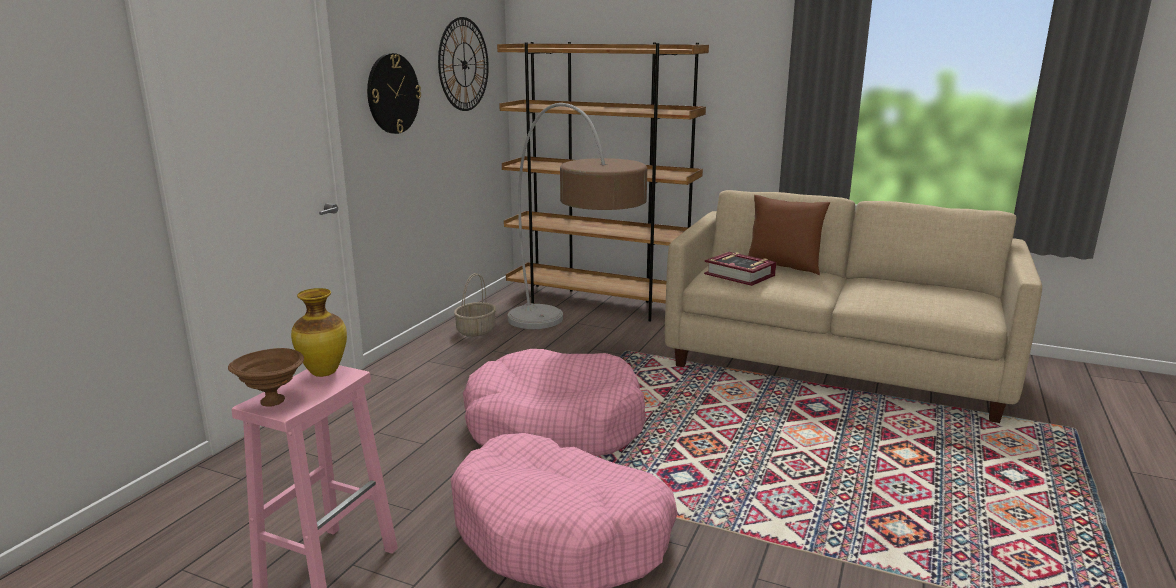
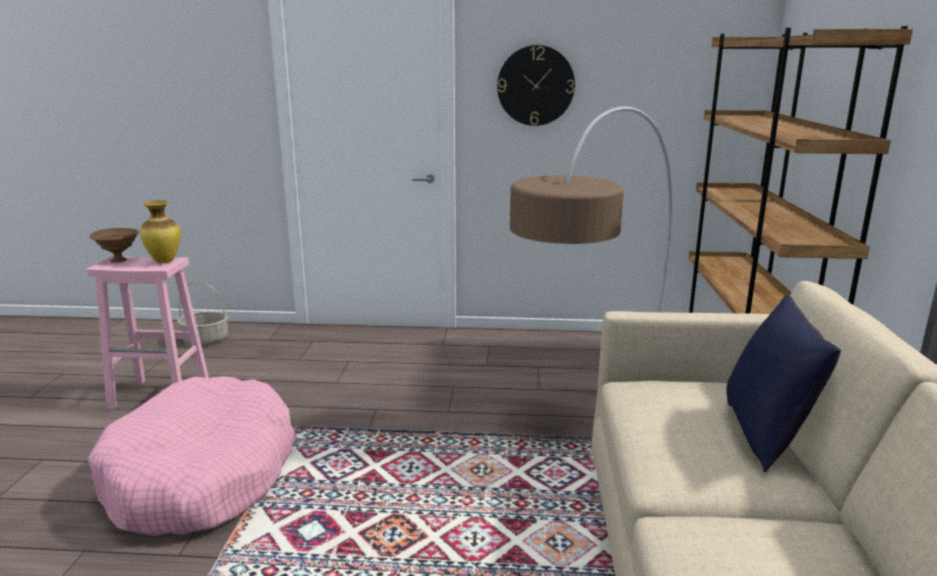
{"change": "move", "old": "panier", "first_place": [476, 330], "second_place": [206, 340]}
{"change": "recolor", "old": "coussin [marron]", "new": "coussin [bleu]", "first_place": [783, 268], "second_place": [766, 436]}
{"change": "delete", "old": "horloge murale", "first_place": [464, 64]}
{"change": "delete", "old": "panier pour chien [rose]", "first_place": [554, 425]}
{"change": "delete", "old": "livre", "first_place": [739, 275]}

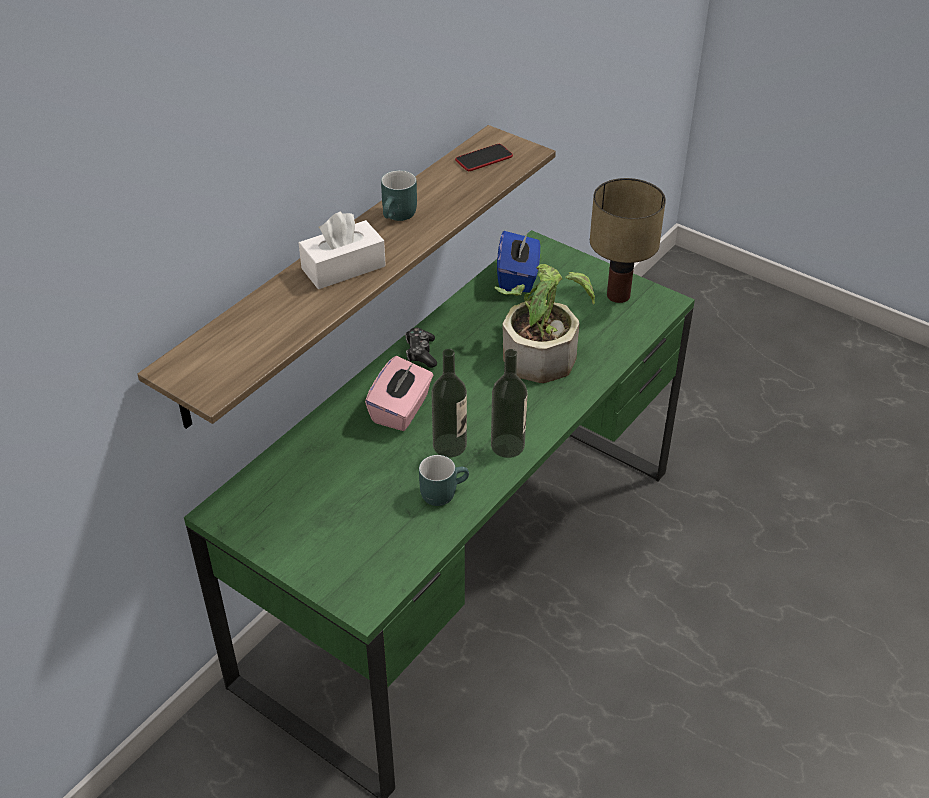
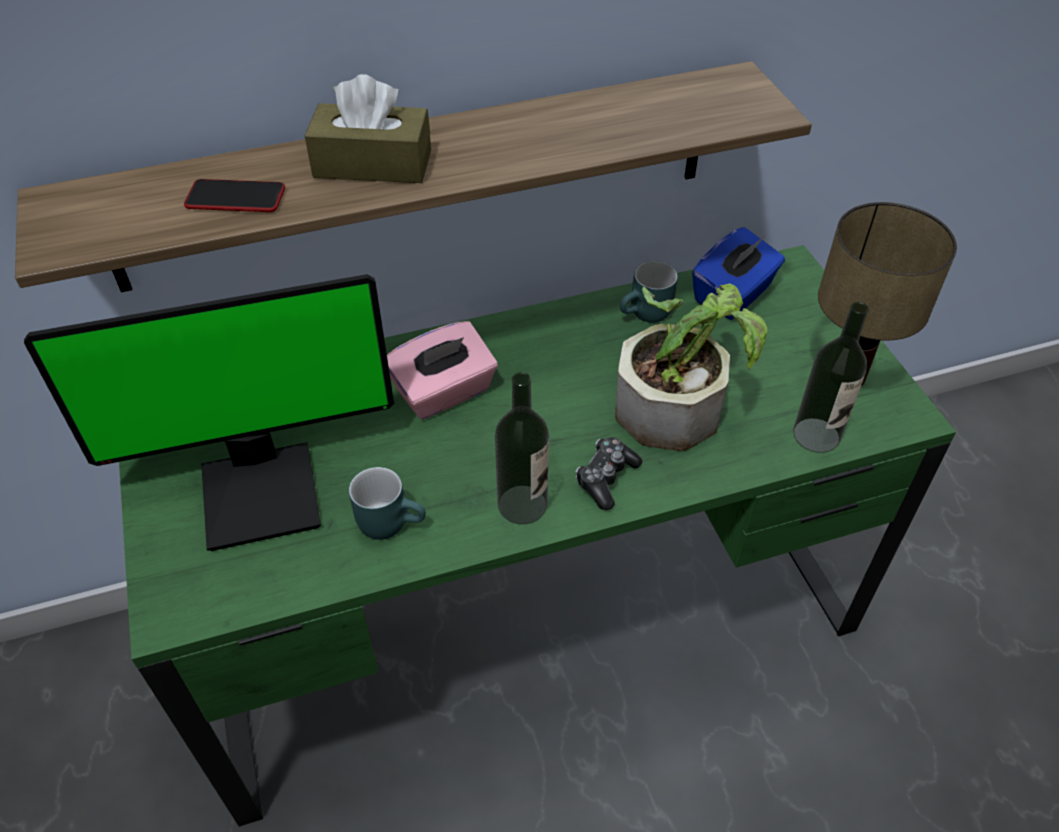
{"change": "insert", "new": "écran d'ordinateur", "second_place": [262, 491]}
{"change": "move", "old": "téléphone", "first_place": [484, 158], "second_place": [235, 198]}
{"change": "recolor", "old": "boîte à mouchoirs [blanc]", "new": "boîte à mouchoirs [marron]", "first_place": [343, 267], "second_place": [372, 164]}
{"change": "move", "old": "manette", "first_place": [421, 353], "second_place": [606, 478]}
{"change": "move", "old": "mug [turquoise]", "first_place": [399, 216], "second_place": [647, 315]}
{"change": "move", "old": "bouteille", "first_place": [449, 445], "second_place": [816, 435]}

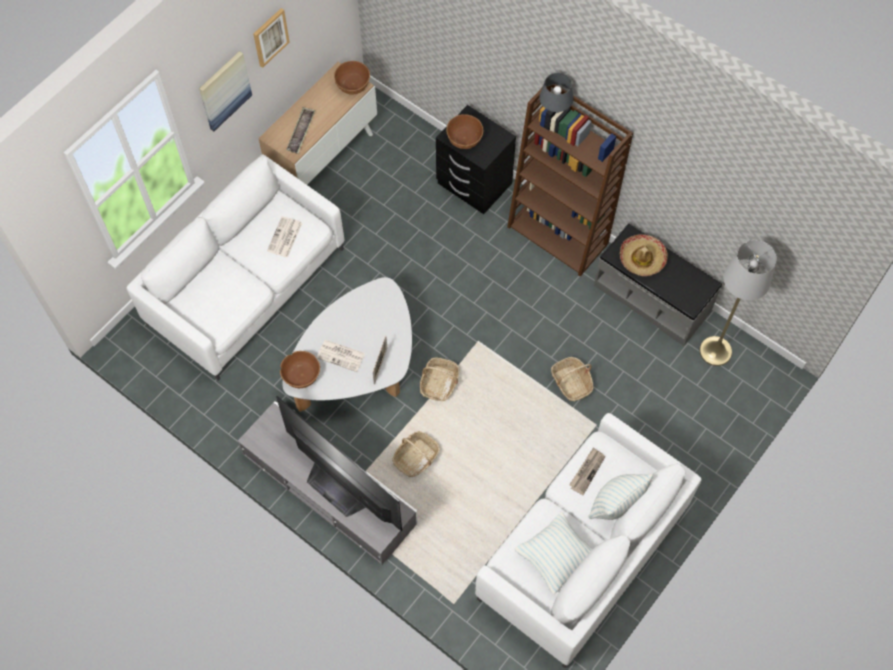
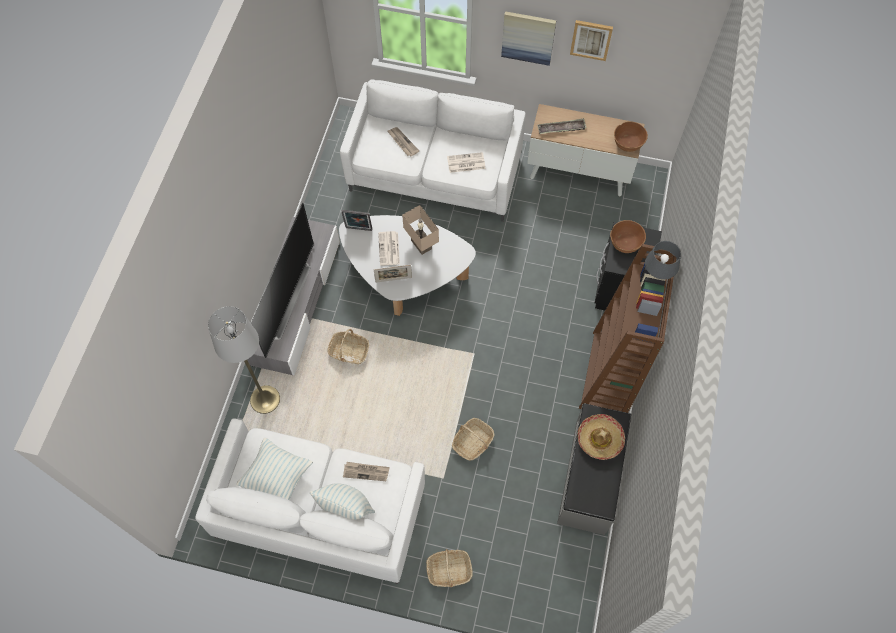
{"change": "move", "old": "lampadaire [gris]", "first_place": [715, 351], "second_place": [265, 399]}
{"change": "replace", "old": "bol [marron]", "new": "cadre photo", "first_place": [301, 376], "second_place": [358, 230]}
{"change": "insert", "new": "journal", "second_place": [402, 142]}
{"change": "insert", "new": "lampe de table [beige]", "second_place": [422, 244]}
{"change": "move", "old": "panier", "first_place": [439, 383], "second_place": [449, 570]}

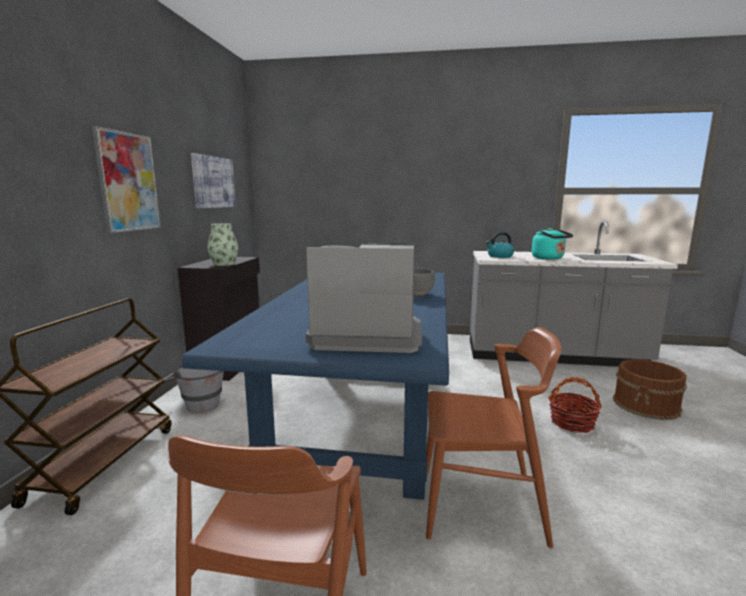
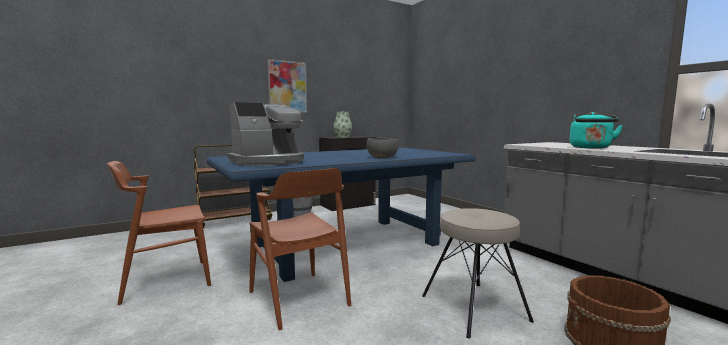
{"change": "rotate", "old": "machine à café", "first_place": [365, 336], "second_place": [269, 162], "degrees": 90}
{"change": "replace", "old": "panier", "new": "tabouret [beige]", "first_place": [572, 423], "second_place": [474, 307]}
{"change": "delete", "old": "tableau", "first_place": [213, 182]}
{"change": "delete", "old": "bouilloire", "first_place": [499, 256]}

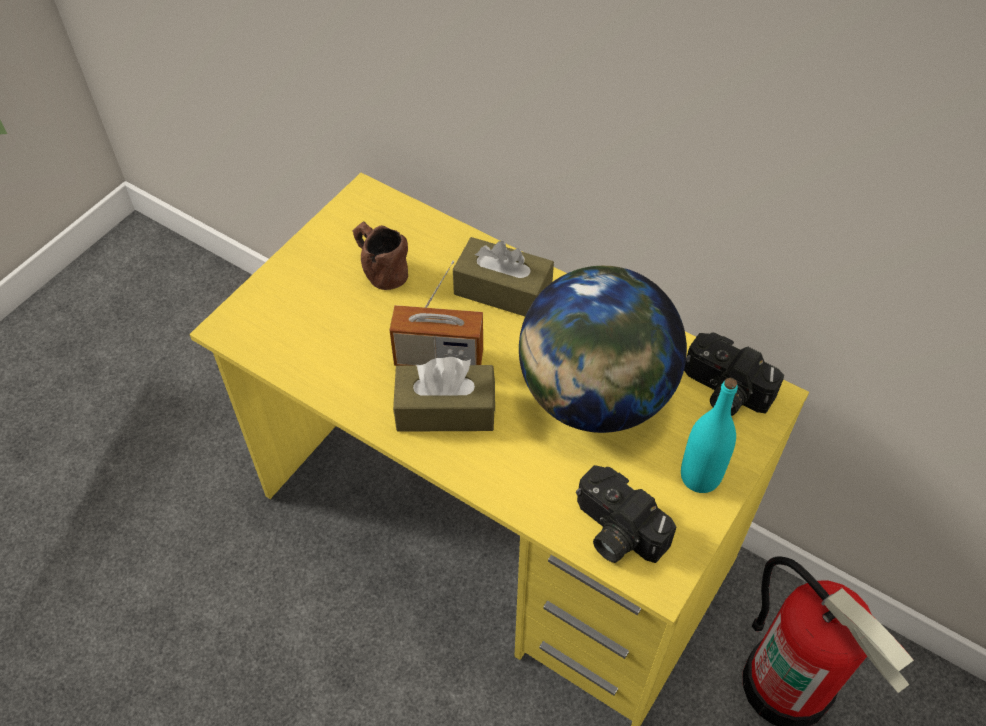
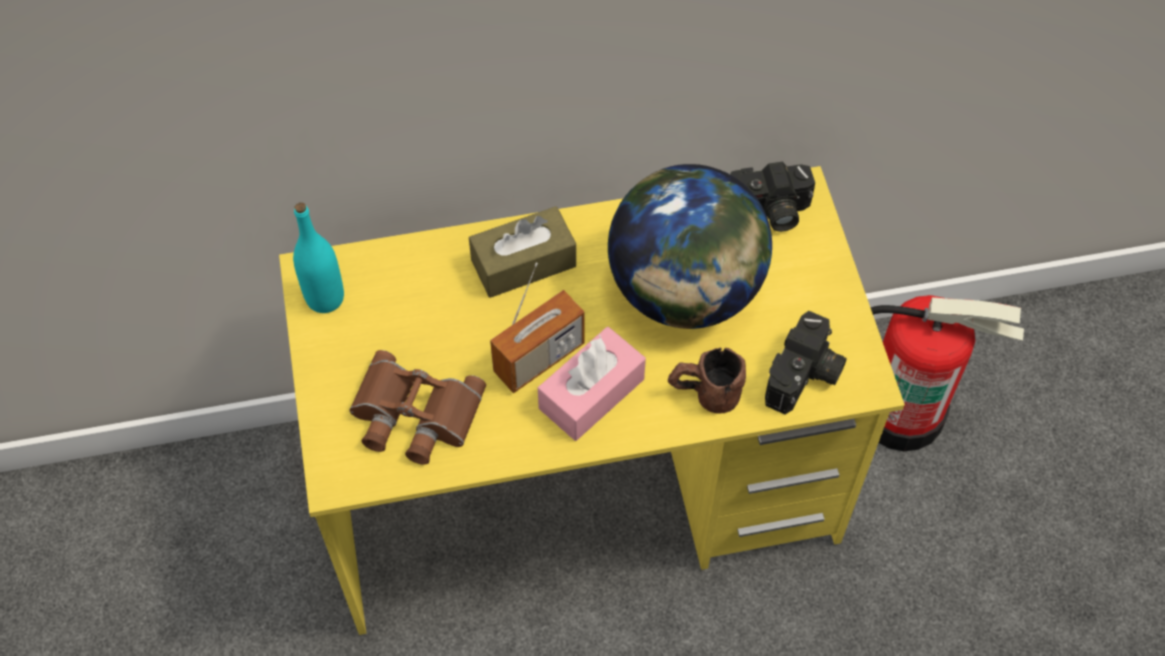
{"change": "move", "old": "bouteille [turquoise]", "first_place": [700, 476], "second_place": [325, 298]}
{"change": "insert", "new": "jumelles [marron]", "second_place": [413, 415]}
{"change": "recolor", "old": "boîte à mouchoirs [marron]", "new": "boîte à mouchoirs [rose]", "first_place": [445, 410], "second_place": [591, 393]}
{"change": "move", "old": "mug [marron]", "first_place": [379, 269], "second_place": [704, 395]}
{"change": "rotate", "old": "appareil photo", "first_place": [614, 531], "second_place": [805, 377], "degrees": -60}

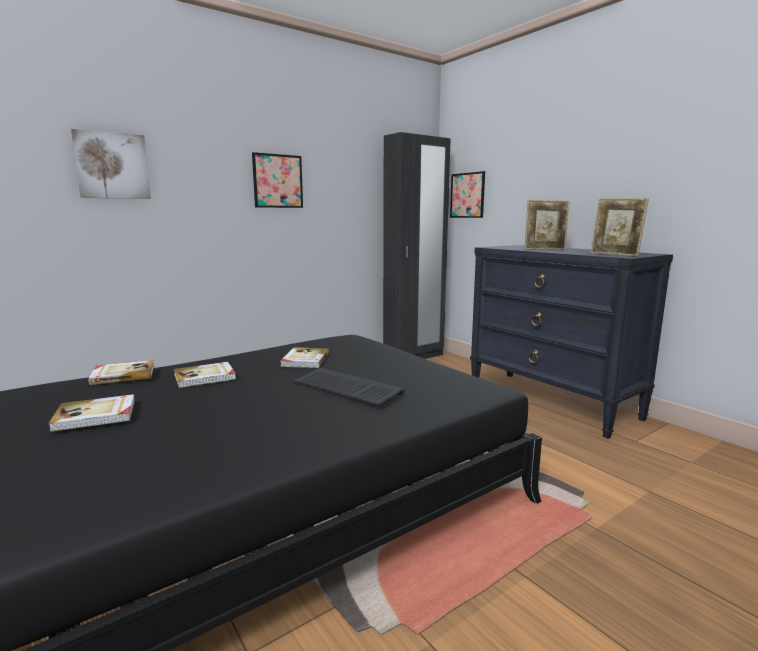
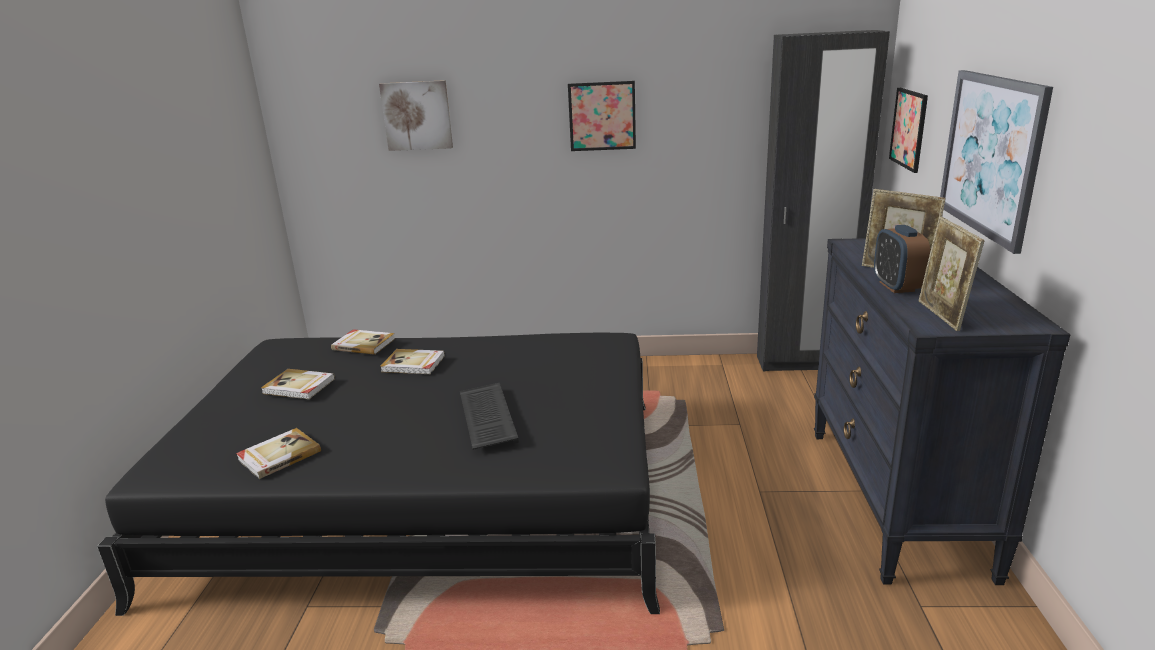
{"change": "move", "old": "livre", "first_place": [304, 360], "second_place": [278, 455]}
{"change": "insert", "new": "réveil", "second_place": [896, 286]}
{"change": "insert", "new": "tableau", "second_place": [991, 155]}

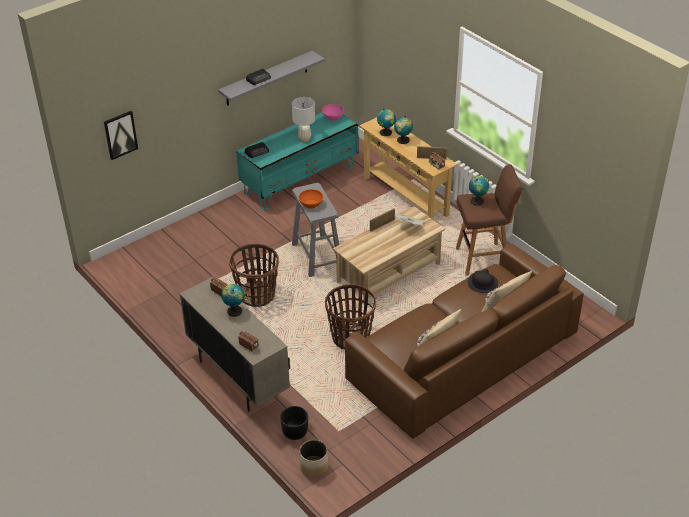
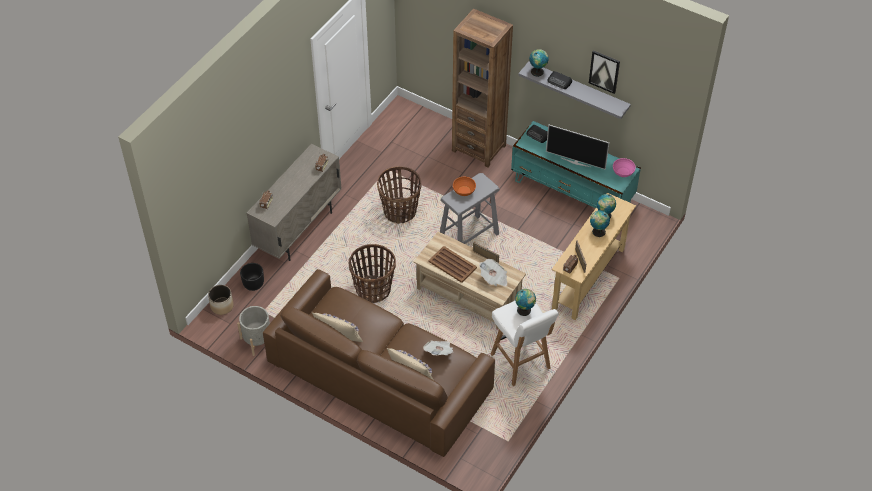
{"change": "insert", "new": "cache-pot [gris]", "second_place": [257, 340]}
{"change": "replace", "old": "chapeau [noir]", "new": "journal", "first_place": [482, 283], "second_place": [439, 352]}
{"change": "insert", "new": "plateau [marron]", "second_place": [452, 264]}
{"change": "insert", "new": "bibliothèque [marron]", "second_place": [479, 148]}
{"change": "recolor", "old": "tabouret [marron]", "new": "tabouret [blanc]", "first_place": [483, 259], "second_place": [521, 362]}
{"change": "move", "old": "globe", "first_place": [234, 310], "second_place": [538, 71]}
{"change": "replace", "old": "lampe de table [blanc]", "new": "téléviseur", "first_place": [304, 139], "second_place": [576, 162]}
{"change": "move", "old": "tableau", "first_place": [120, 134], "second_place": [604, 71]}

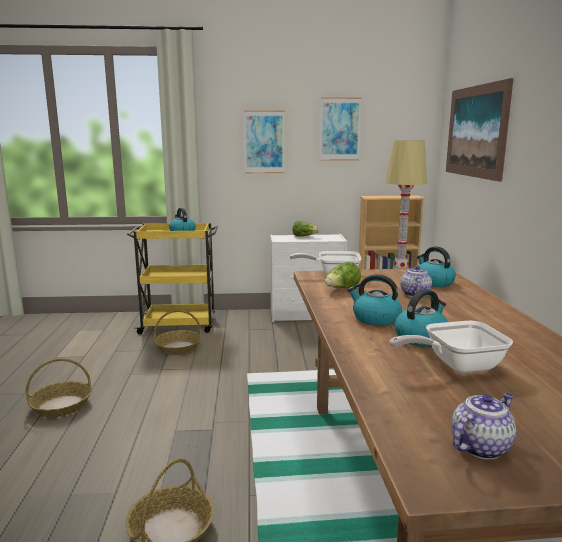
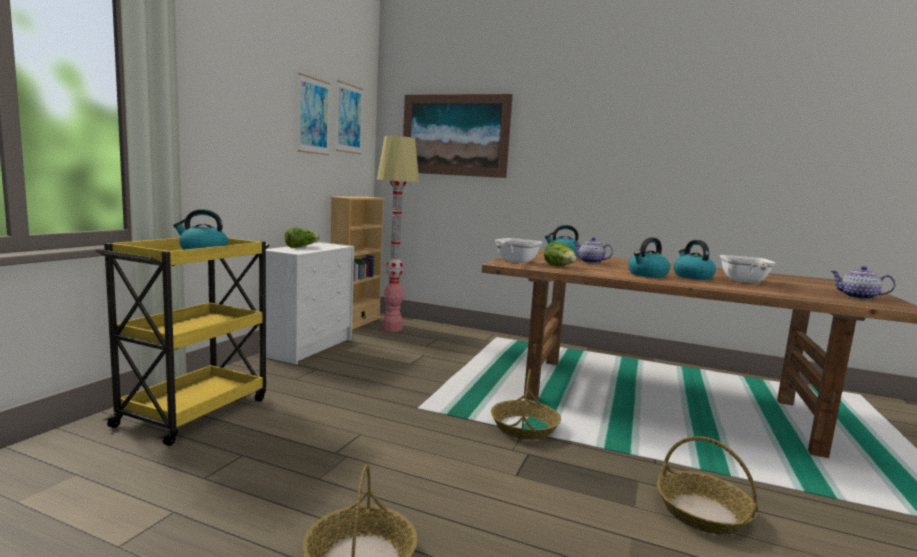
{"change": "move", "old": "tableau", "first_place": [264, 142], "second_place": [349, 119]}
{"change": "move", "old": "panier", "first_place": [178, 347], "second_place": [524, 427]}
{"change": "rotate", "old": "théière", "first_place": [480, 446], "second_place": [857, 297], "degrees": -45}

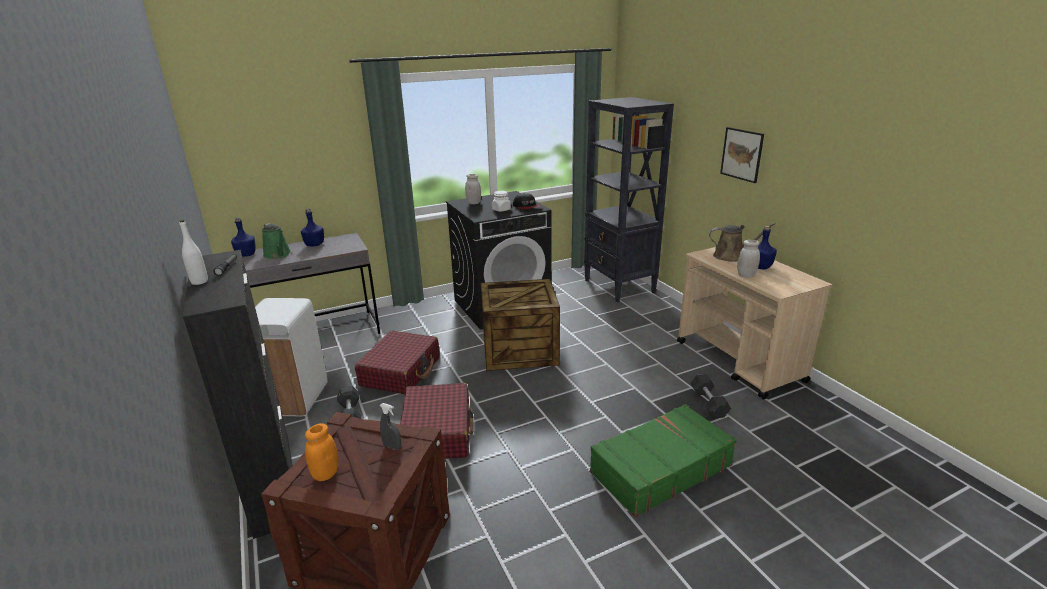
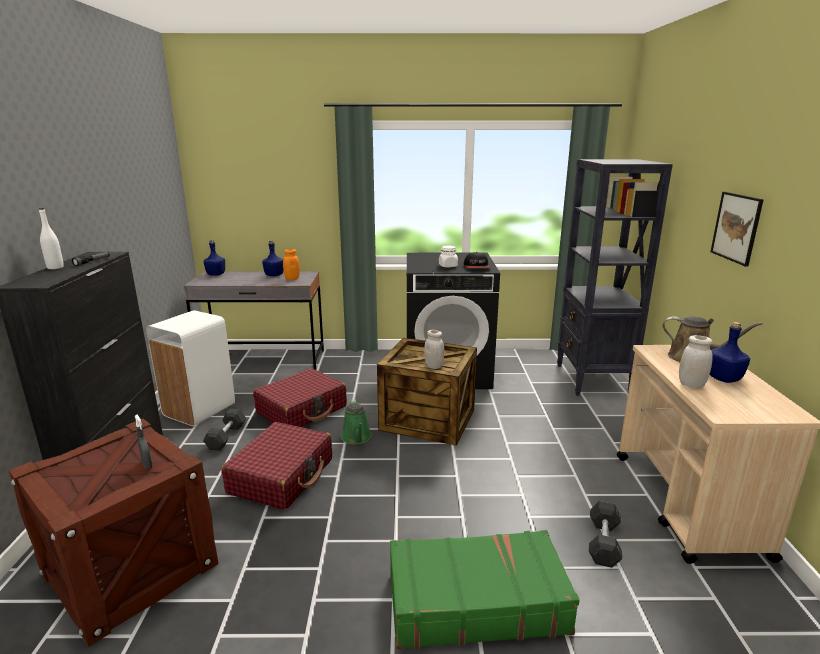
{"change": "move", "old": "bocal [orange]", "first_place": [325, 474], "second_place": [292, 279]}
{"change": "move", "old": "arrosoir [vert]", "first_place": [278, 254], "second_place": [357, 438]}
{"change": "move", "old": "bocal [blanc]", "first_place": [473, 203], "second_place": [434, 366]}

